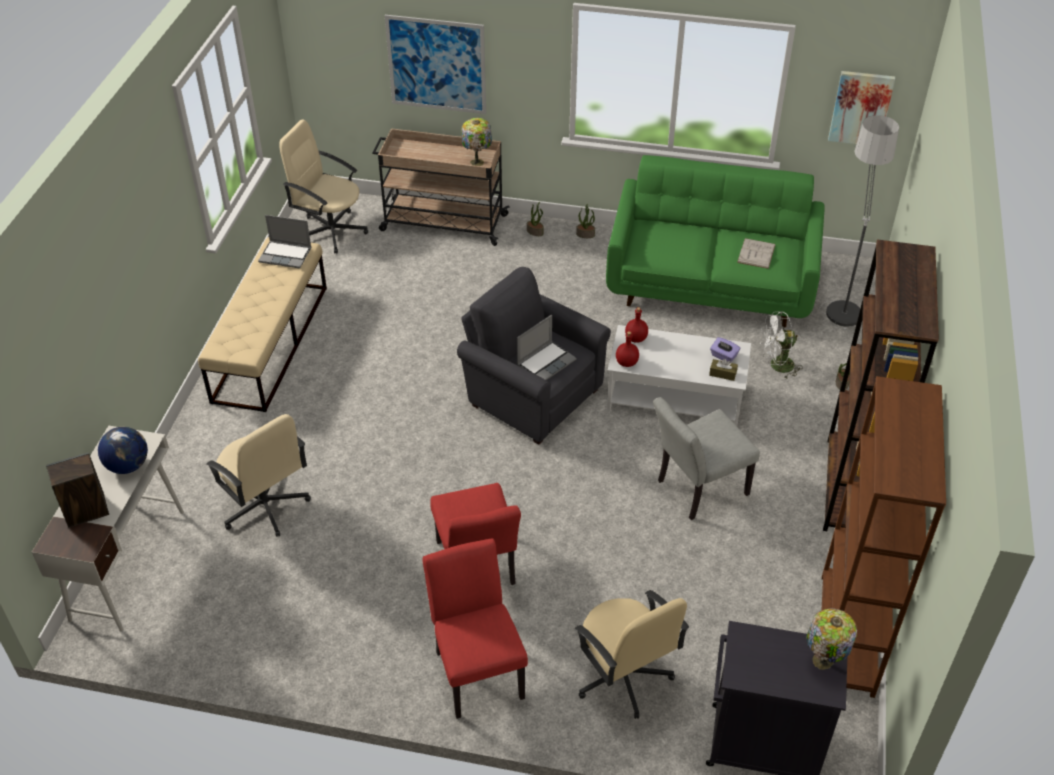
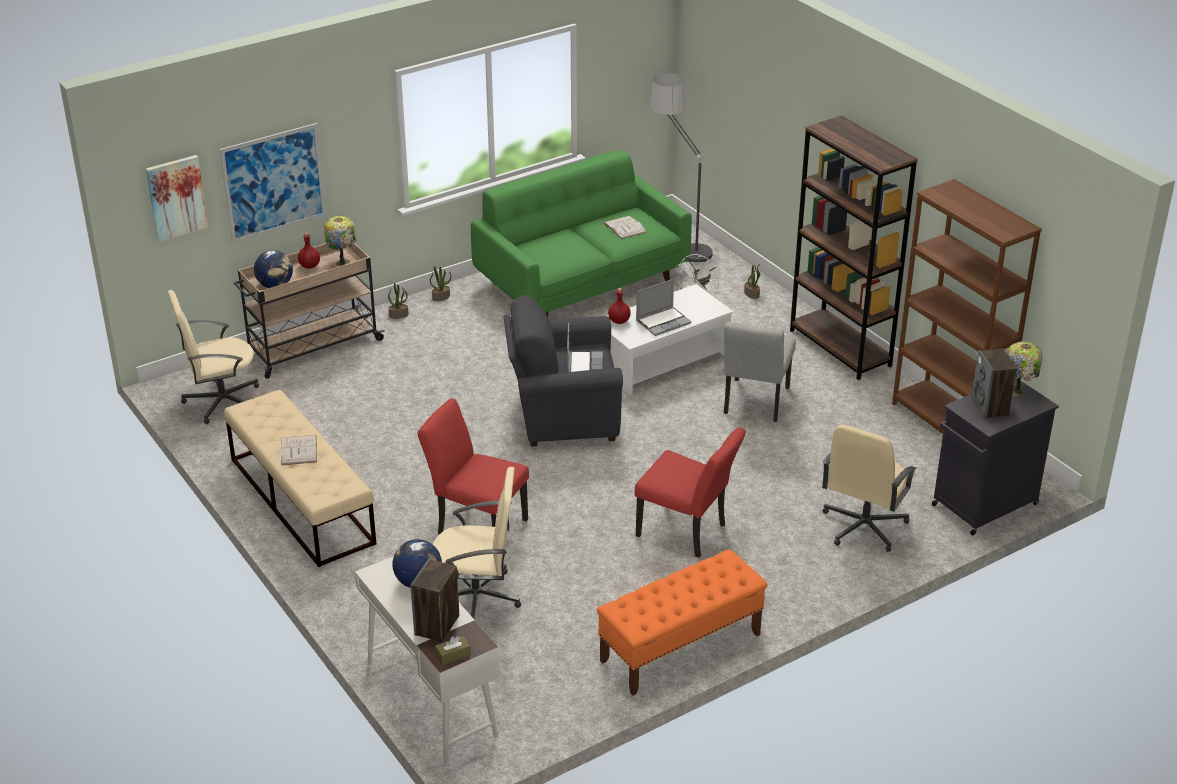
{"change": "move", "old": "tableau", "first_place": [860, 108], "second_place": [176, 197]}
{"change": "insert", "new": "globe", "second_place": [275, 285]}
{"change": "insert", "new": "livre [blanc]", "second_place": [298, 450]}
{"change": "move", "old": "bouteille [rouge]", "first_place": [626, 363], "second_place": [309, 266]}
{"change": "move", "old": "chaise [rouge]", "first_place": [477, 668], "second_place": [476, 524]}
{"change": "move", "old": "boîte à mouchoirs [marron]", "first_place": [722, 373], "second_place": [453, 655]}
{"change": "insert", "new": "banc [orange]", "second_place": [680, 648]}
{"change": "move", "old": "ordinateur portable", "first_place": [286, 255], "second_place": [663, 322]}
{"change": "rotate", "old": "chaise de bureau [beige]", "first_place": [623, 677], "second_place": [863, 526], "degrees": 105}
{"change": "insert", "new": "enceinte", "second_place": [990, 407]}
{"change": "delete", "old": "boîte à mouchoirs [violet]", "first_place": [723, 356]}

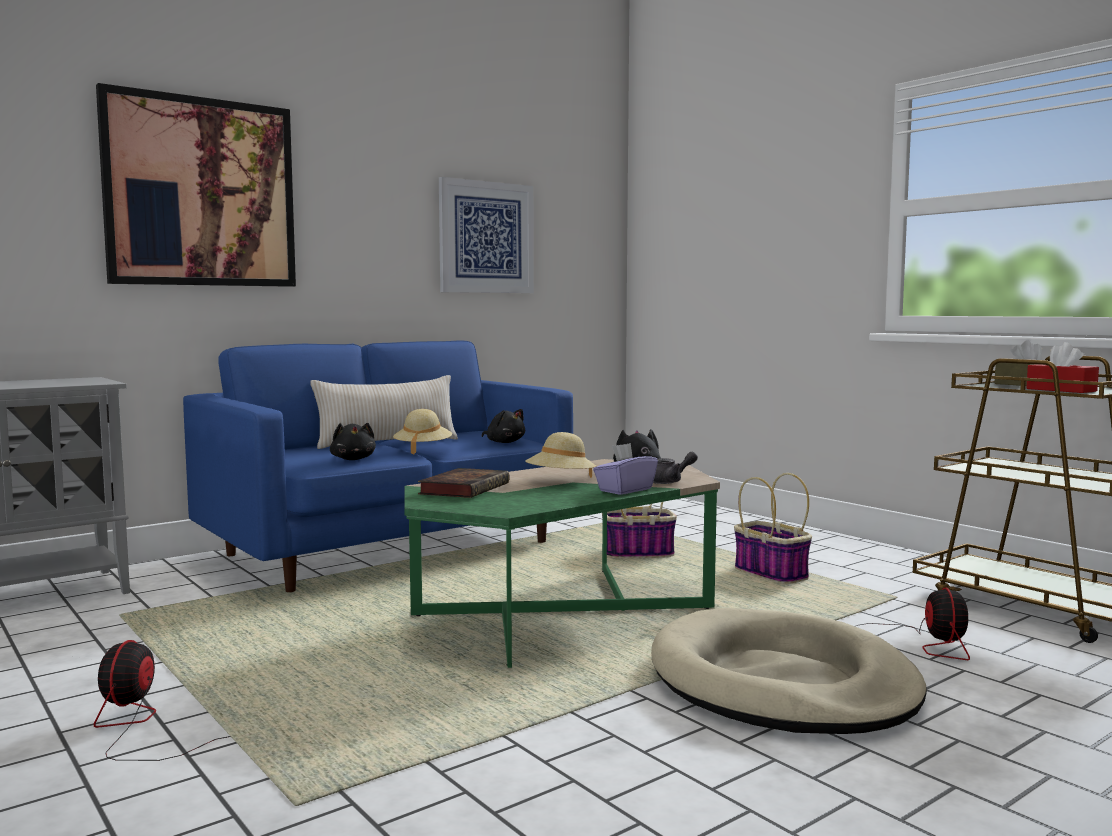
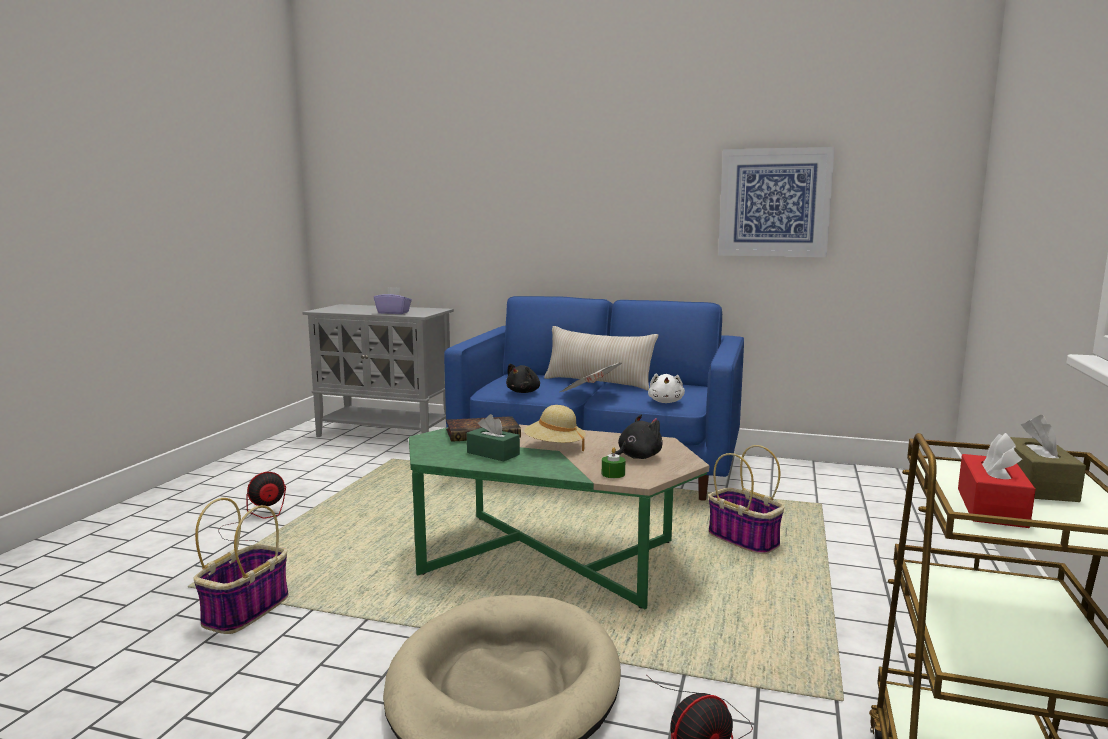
{"change": "move", "old": "panier", "first_place": [769, 574], "second_place": [246, 610]}
{"change": "move", "old": "boîte à mouchoirs [violet]", "first_place": [625, 490], "second_place": [393, 313]}
{"change": "insert", "new": "boîte à mouchoirs [vert]", "second_place": [493, 453]}
{"change": "replace", "old": "chapeau [beige]", "new": "journal", "first_place": [422, 449], "second_place": [590, 394]}
{"change": "replace", "old": "théière [gris]", "new": "bougie [vert]", "first_place": [669, 481], "second_place": [613, 474]}
{"change": "recolor", "old": "peluche [noir]", "new": "peluche [blanc]", "first_place": [504, 442], "second_place": [666, 402]}
{"change": "delete", "old": "tableau", "first_place": [201, 193]}

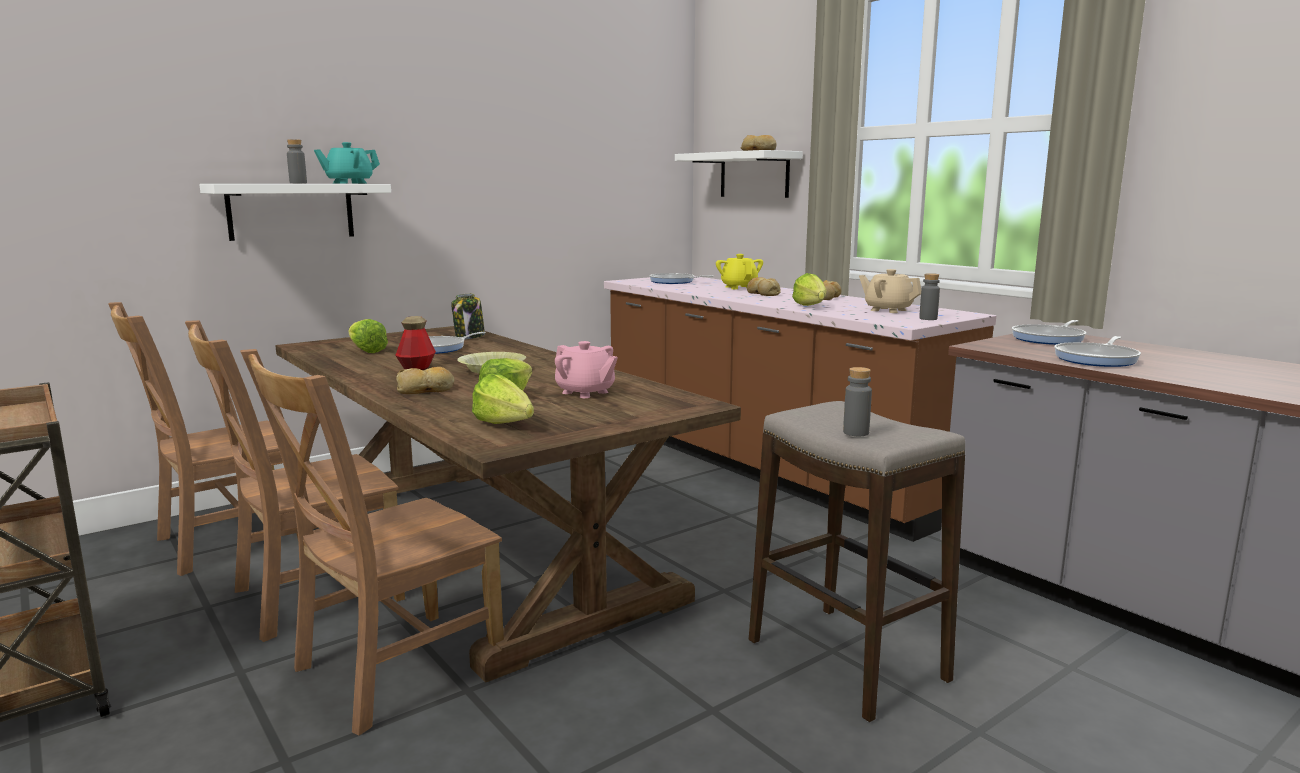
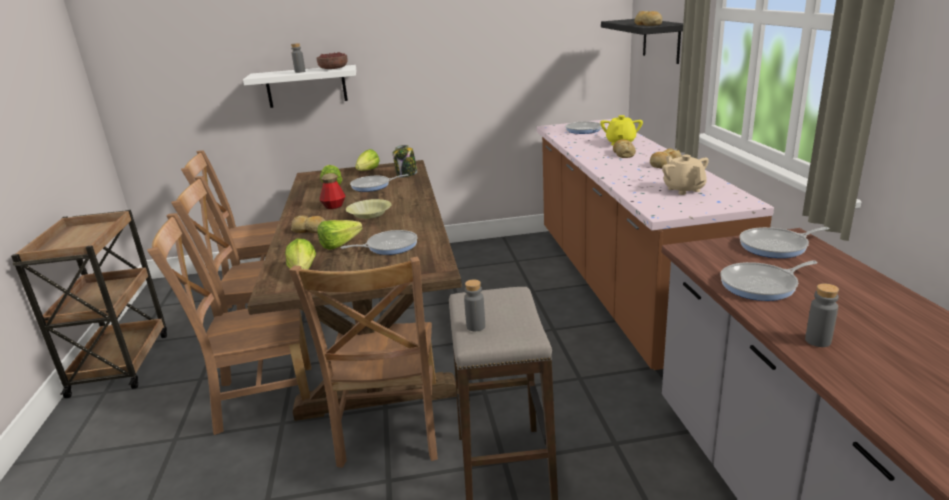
{"change": "insert", "new": "chaise [marron]", "second_place": [390, 432]}
{"change": "replace", "old": "théière [turquoise]", "new": "bol", "first_place": [349, 183], "second_place": [333, 68]}
{"change": "replace", "old": "théière [rose]", "new": "poêle", "first_place": [585, 392], "second_place": [389, 246]}
{"change": "move", "old": "laitue", "first_place": [811, 307], "second_place": [365, 172]}
{"change": "recolor", "old": "étagère [blanc]", "new": "étagère [noir]", "first_place": [754, 175], "second_place": [661, 40]}
{"change": "move", "old": "bouteille [gris]", "first_place": [928, 318], "second_place": [818, 341]}

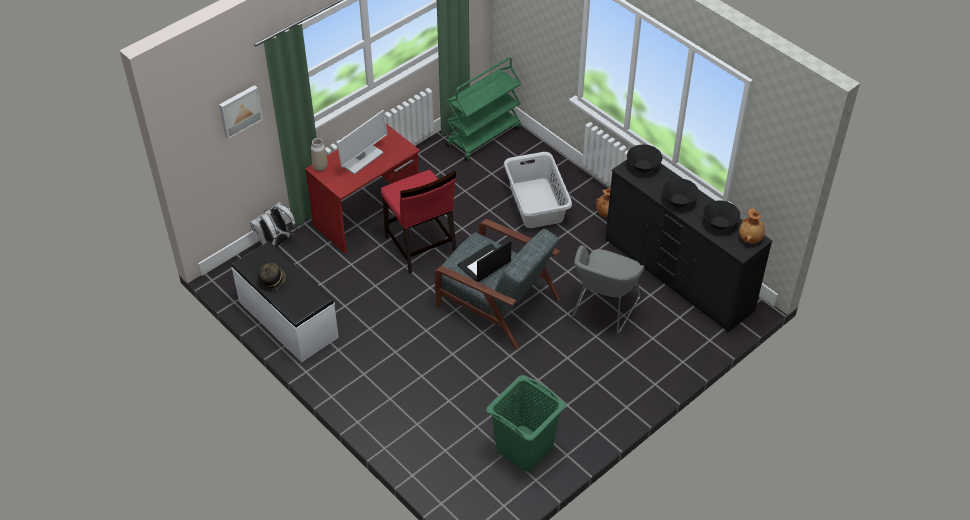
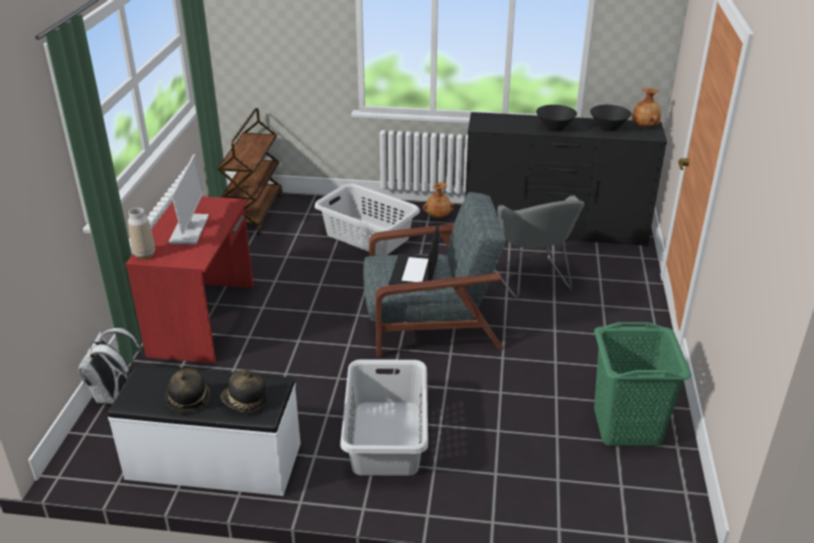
{"change": "recolor", "old": "chariot [vert]", "new": "chariot [marron]", "first_place": [483, 136], "second_place": [254, 212]}
{"change": "insert", "new": "chapeau", "second_place": [244, 403]}
{"change": "insert", "new": "panier à linge [gris]", "second_place": [385, 438]}
{"change": "delete", "old": "tableau", "first_place": [239, 110]}
{"change": "delete", "old": "chaise [rouge]", "first_place": [420, 246]}
{"change": "delete", "old": "bol [noir]", "first_place": [643, 167]}

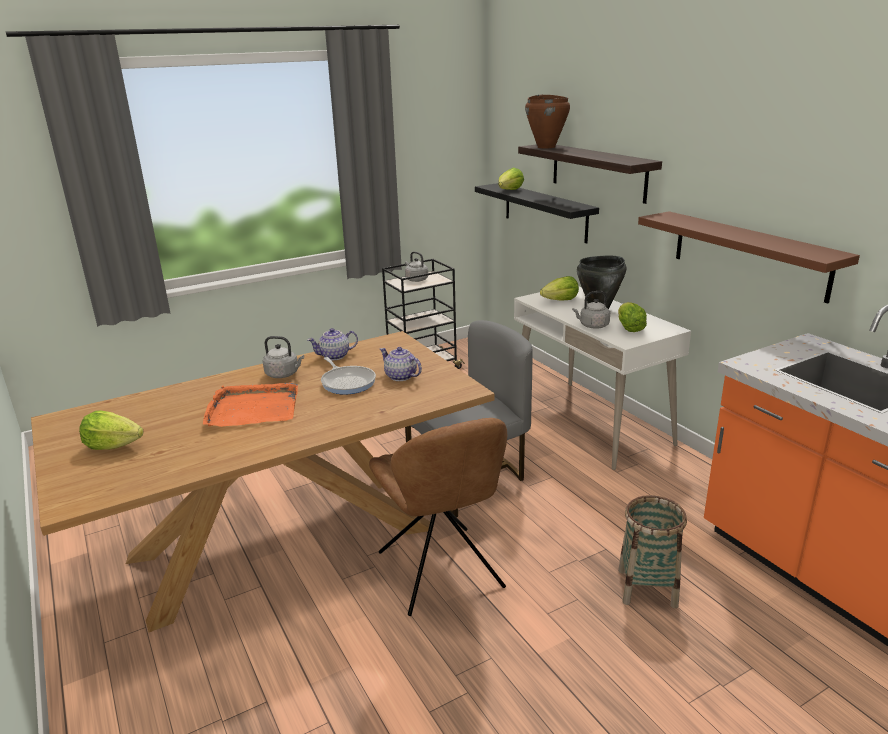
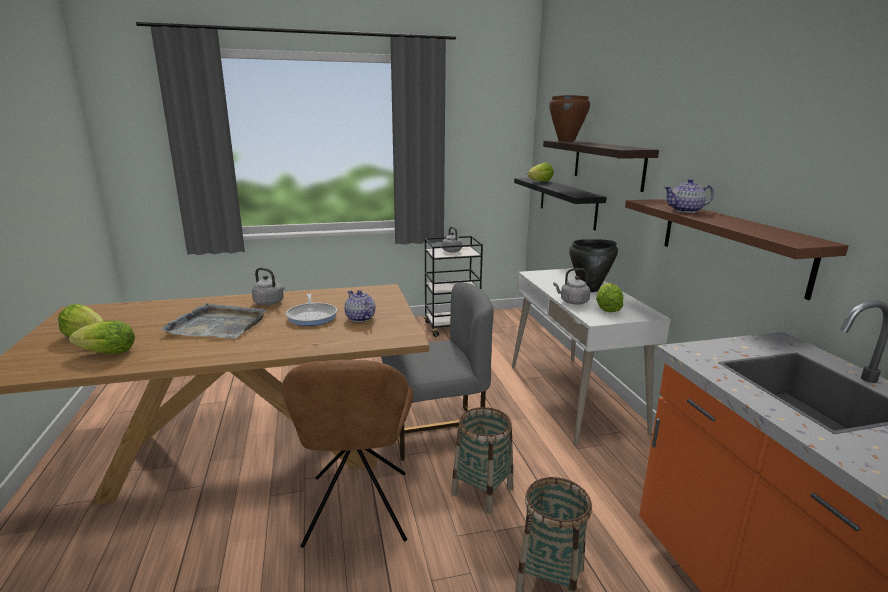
{"change": "move", "old": "laitue", "first_place": [560, 301], "second_place": [108, 353]}
{"change": "recolor", "old": "plateau [orange]", "new": "plateau [gris]", "first_place": [253, 409], "second_place": [217, 325]}
{"change": "insert", "new": "panier", "second_place": [482, 491]}
{"change": "move", "old": "théière", "first_place": [335, 356], "second_place": [686, 210]}

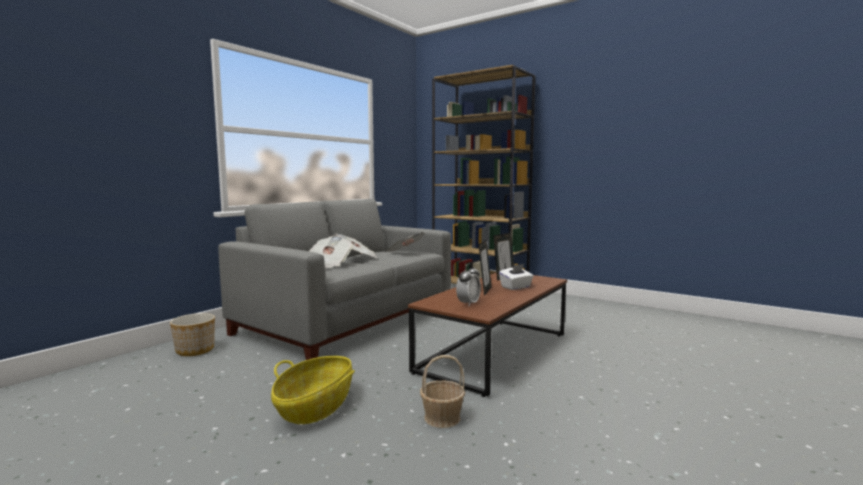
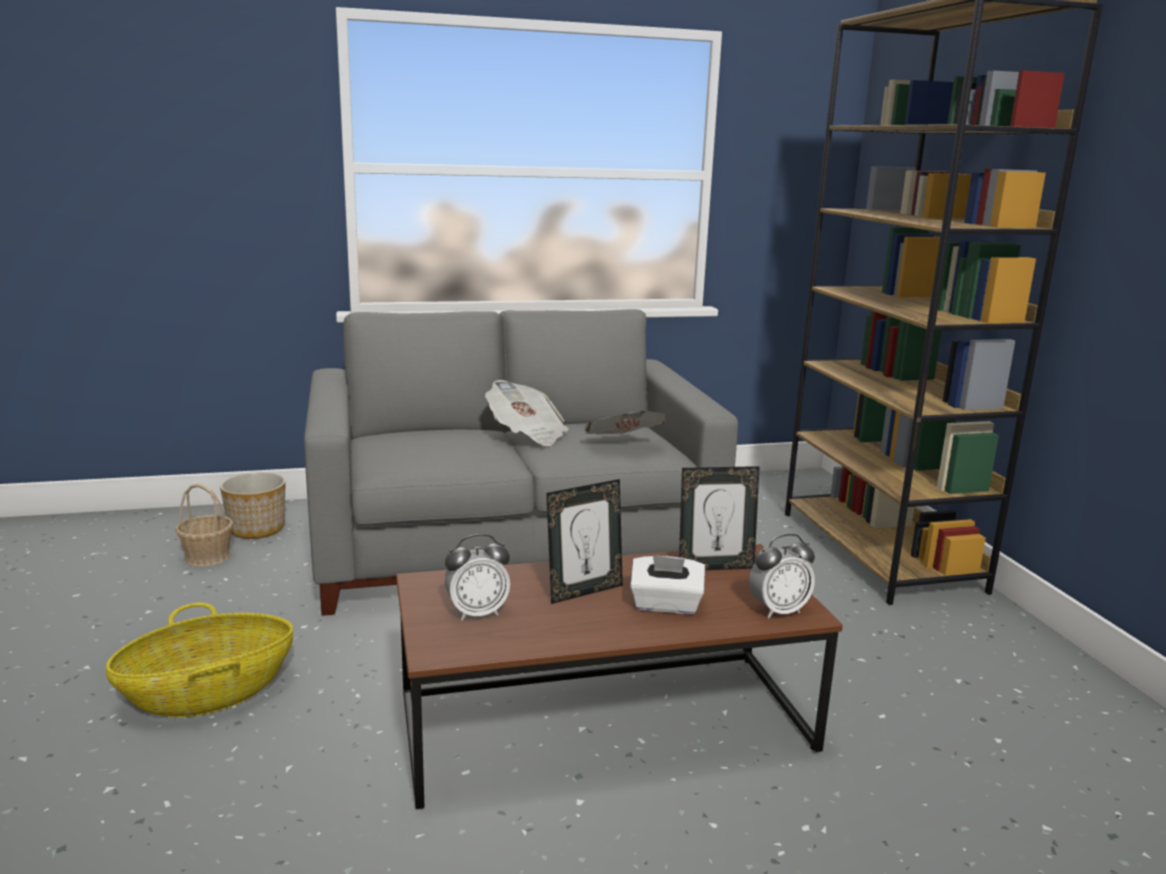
{"change": "move", "old": "panier", "first_place": [442, 418], "second_place": [207, 556]}
{"change": "insert", "new": "réveil", "second_place": [778, 611]}
{"change": "delete", "old": "journal", "first_place": [328, 265]}

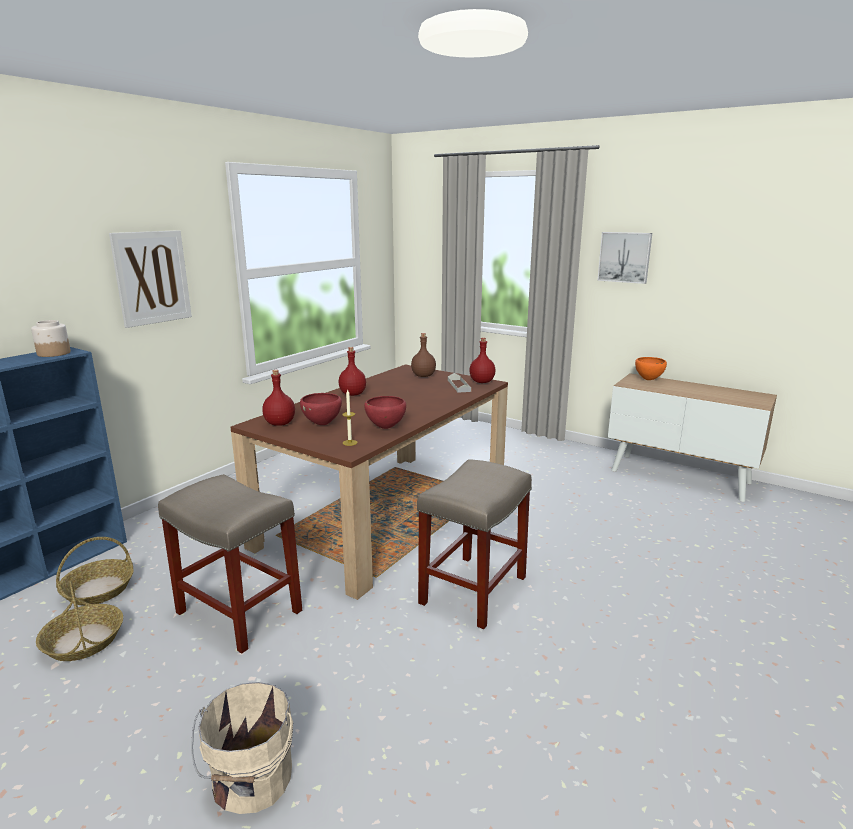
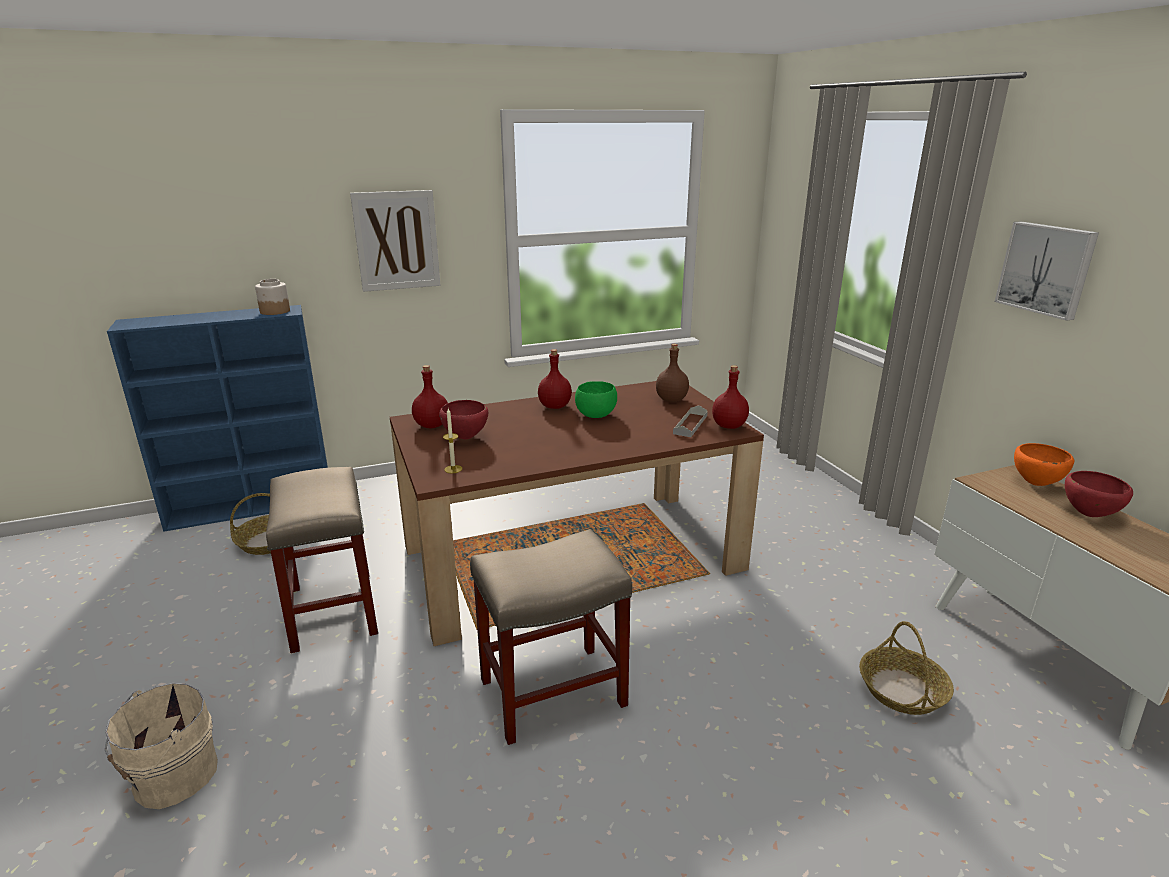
{"change": "insert", "new": "bol [vert]", "second_place": [595, 415]}
{"change": "move", "old": "panier", "first_place": [84, 641], "second_place": [902, 690]}
{"change": "move", "old": "bol [rouge]", "first_place": [385, 428], "second_place": [1088, 515]}

